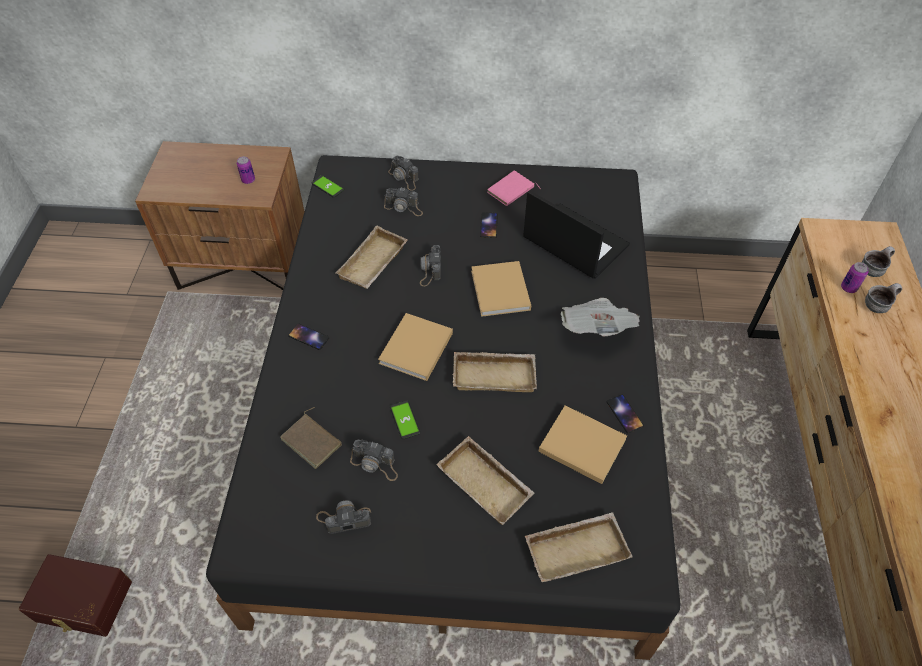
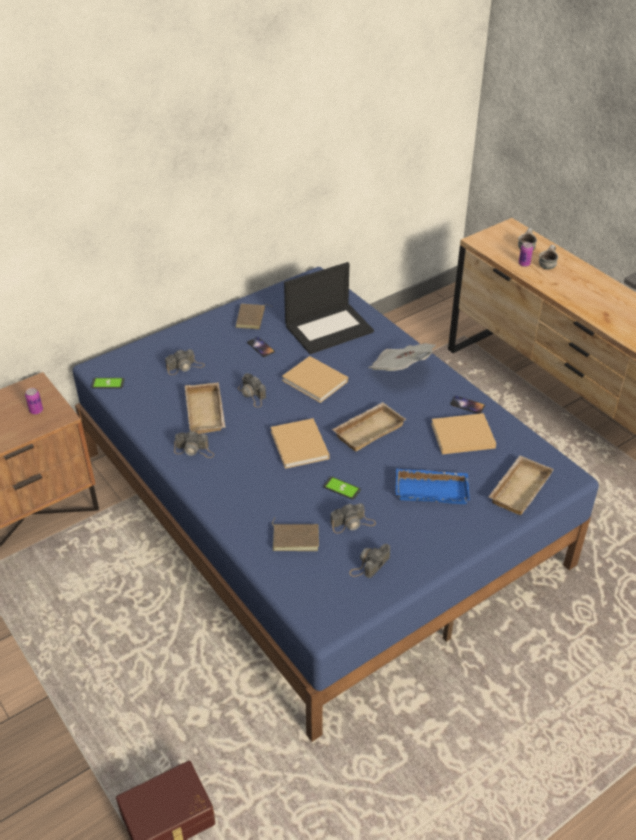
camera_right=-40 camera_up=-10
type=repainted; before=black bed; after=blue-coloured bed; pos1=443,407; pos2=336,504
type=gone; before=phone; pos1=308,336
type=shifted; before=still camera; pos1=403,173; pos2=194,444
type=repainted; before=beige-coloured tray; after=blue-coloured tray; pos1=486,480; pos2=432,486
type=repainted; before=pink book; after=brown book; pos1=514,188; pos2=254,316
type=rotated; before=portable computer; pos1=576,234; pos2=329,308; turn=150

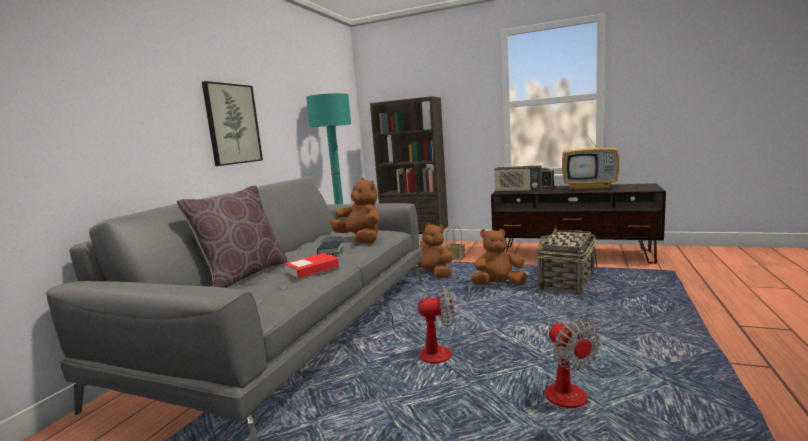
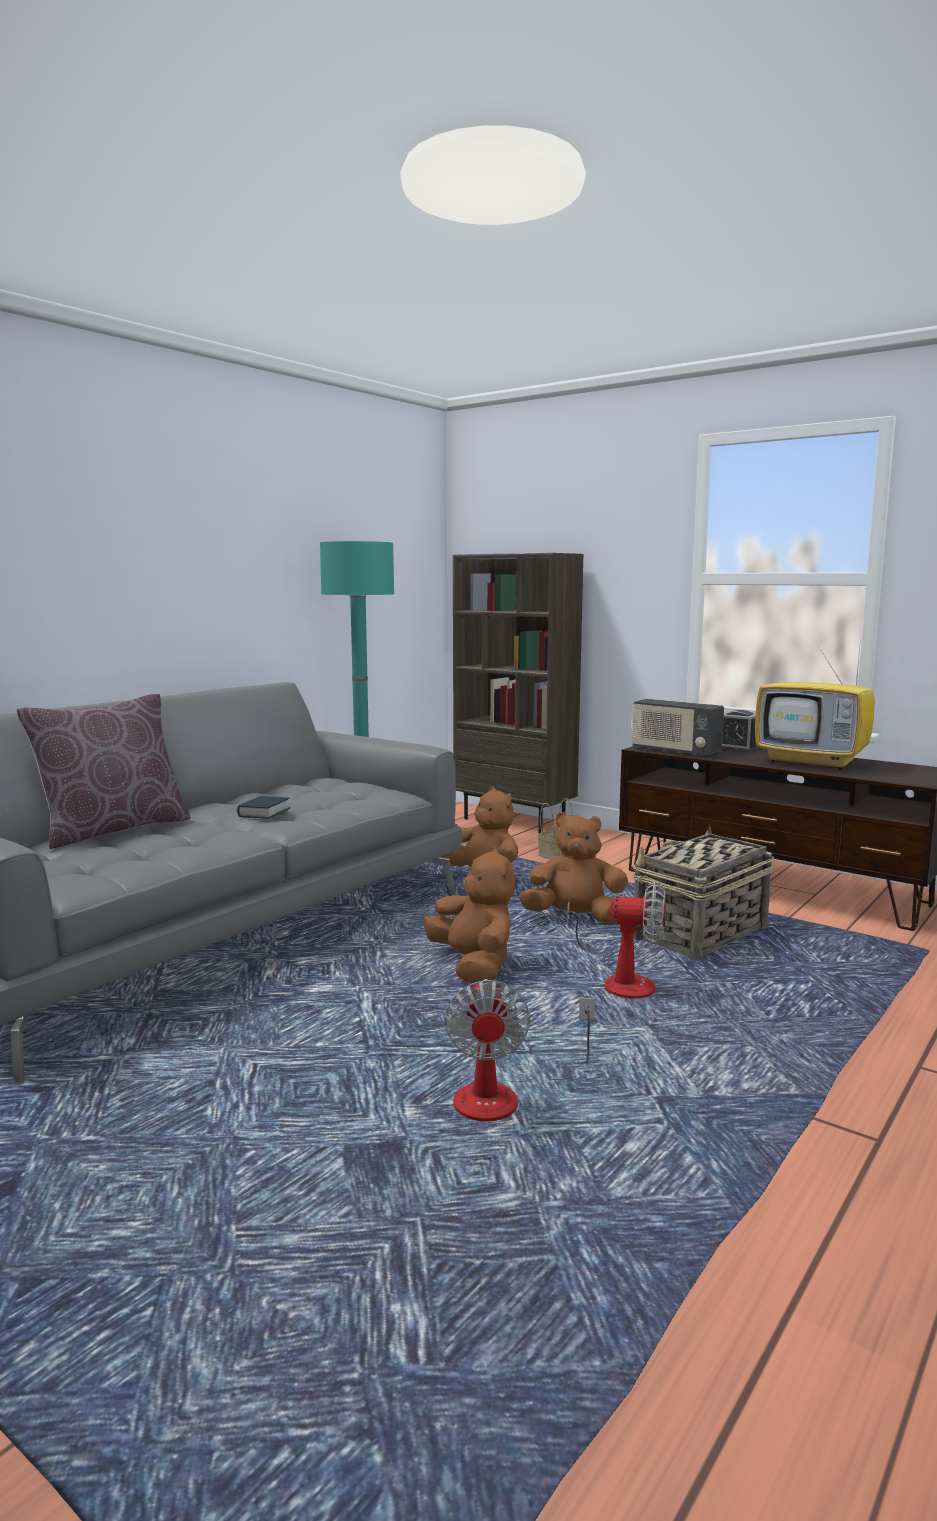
camera_right=15 camera_up=0
type=gone; before=picture; pos1=232,123
type=gone; before=book; pos1=311,266
type=shifted; before=brown plush toy; pos1=355,211; pos2=469,914
type=shifted; before=fan; pos1=419,324; pos2=616,940

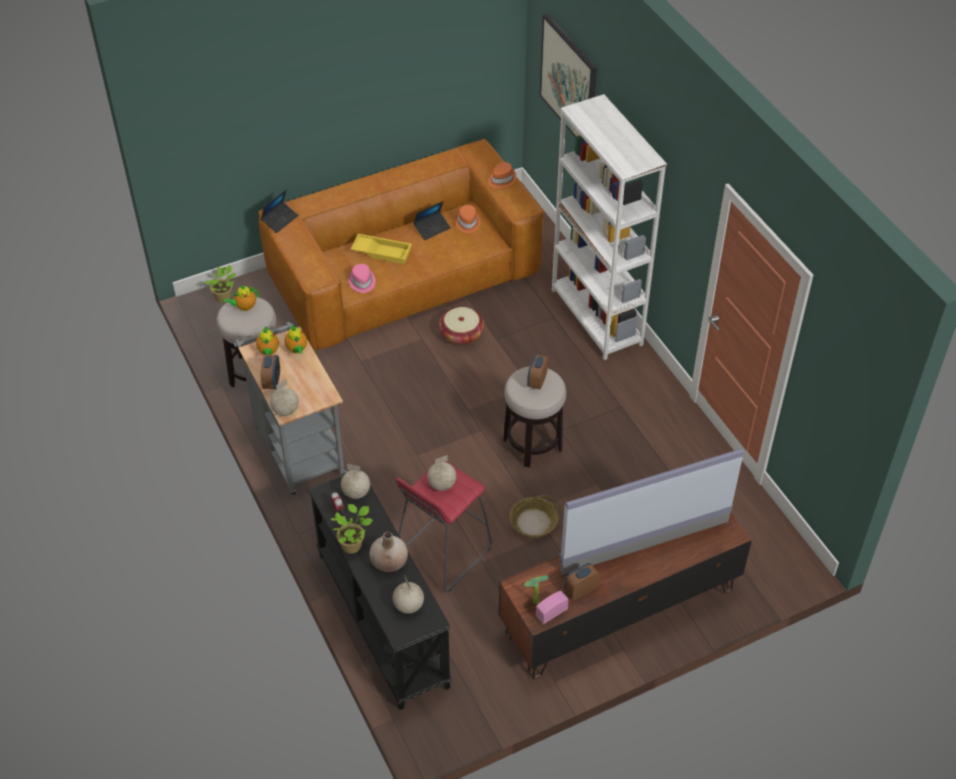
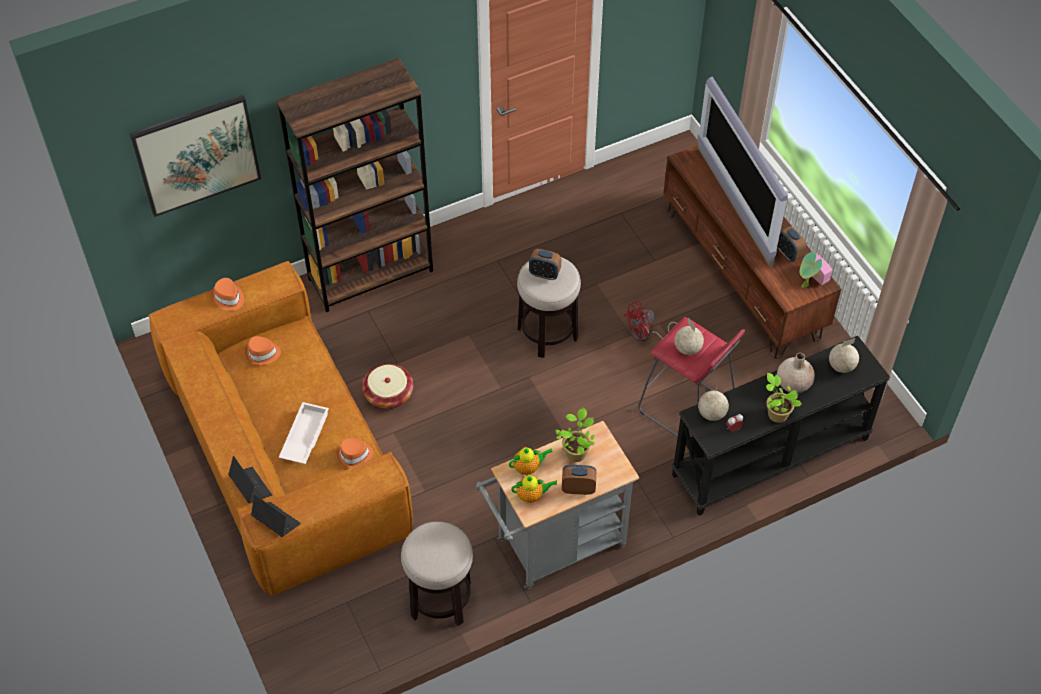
camera_right=-90 camera_up=5
type=shifted; before=plant in a pot; pos1=220,284; pos2=575,434
type=gone; before=teapot; pos1=241,298
type=gone; before=desk globe; pos1=284,397
type=repainted; before=pink hat; after=orange hat; pos1=361,278; pos2=355,453
type=repainted; before=yellowish tray; after=whitish tray; pos1=381,249; pos2=304,433
type=shifted; before=portable computer; pos1=432,220; pos2=250,479
type=swapped; before=storage basket; after=red fan; pos1=534,516; pos2=650,321
type=repainted; before=whitish bookcase; after=brown bookcase; pos1=609,227; pos2=354,185

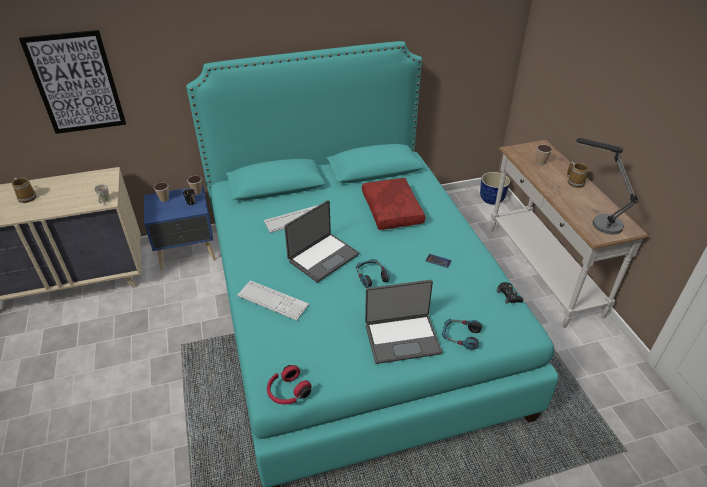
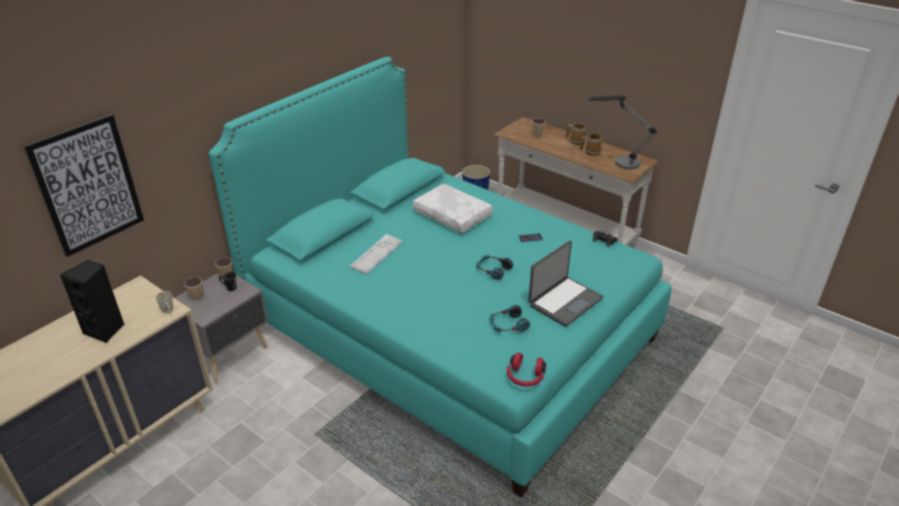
camera_right=-35 camera_up=-5
type=shifted; before=mug; pos1=24,190; pos2=591,144
type=repainted; before=blue-coloured night table; after=grey night table; pos1=180,228; pos2=221,328
type=gone; before=computer keyboard; pos1=273,300
type=gone; before=portable computer; pos1=321,241
type=repainted; before=red pillow; after=whitish pillow; pos1=394,204; pos2=452,208
type=shifted; before=headphones; pos1=462,334; pos2=509,318
type=new; after=black speaker; pos2=92,302

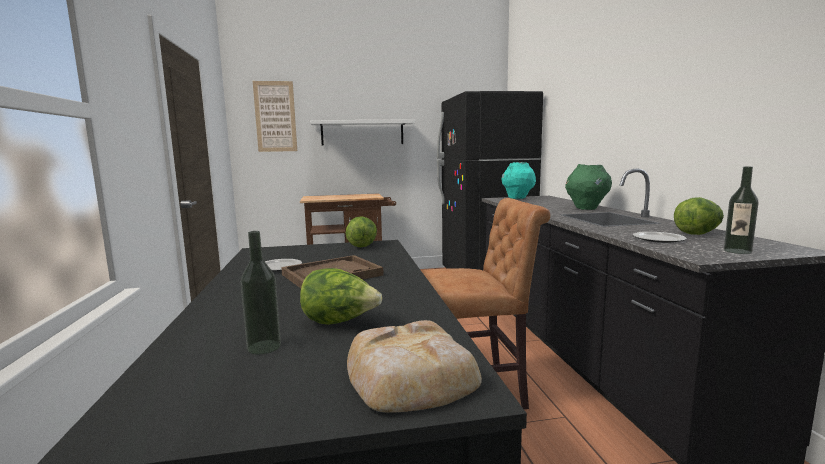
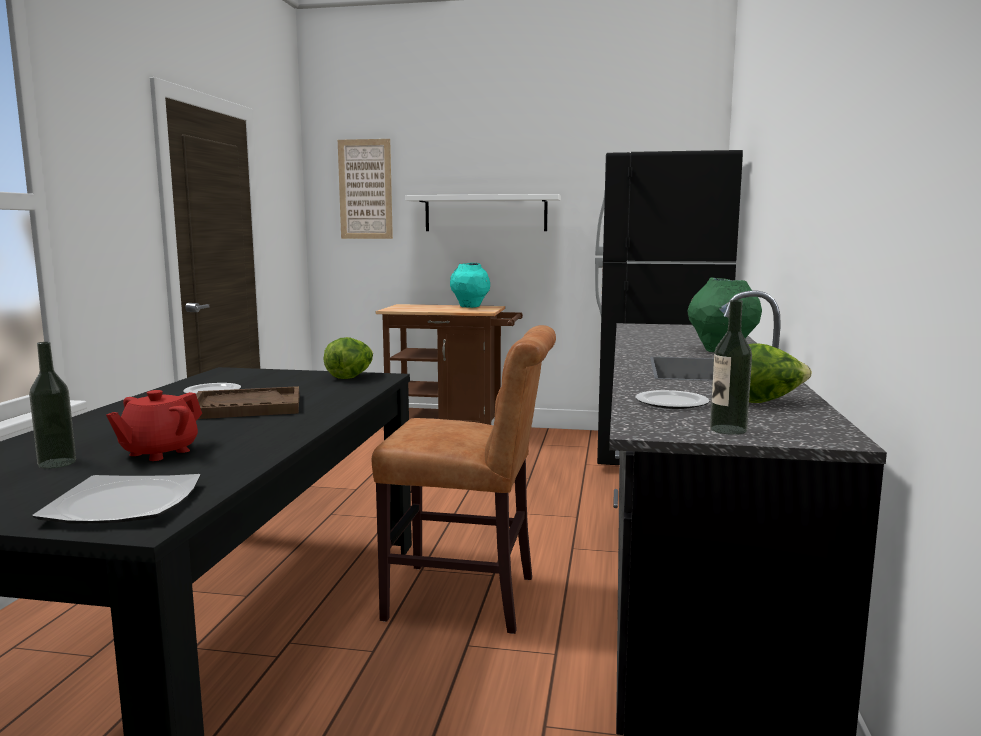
camera_right=20 camera_up=0
type=swapped; before=lettuce; after=red teapot; pos1=341,296; pos2=154,425
type=swapped; before=bakery bread; after=dinner plate; pos1=414,366; pos2=116,498
type=shifted; before=turquoise flower vase; pos1=518,180; pos2=470,285

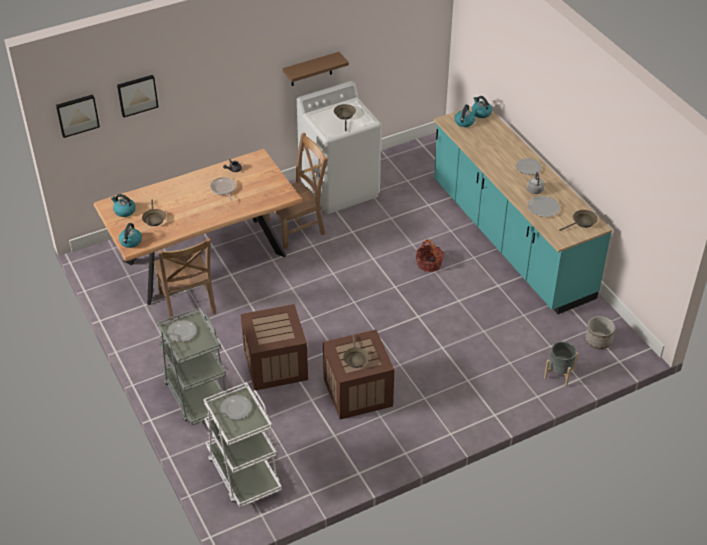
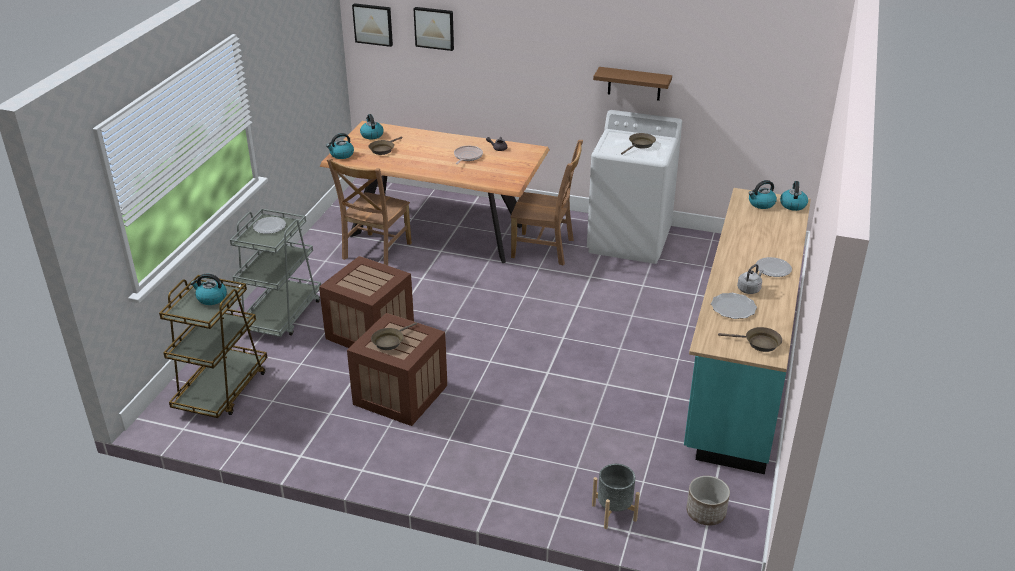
camera_right=45 camera_up=-10
type=repainted; before=whitish cart; after=brown cart; pos1=243,445; pos2=213,346
type=swapped; before=dinner plate; after=kettle; pos1=236,407; pos2=208,289
type=gone; before=storage basket; pos1=430,255

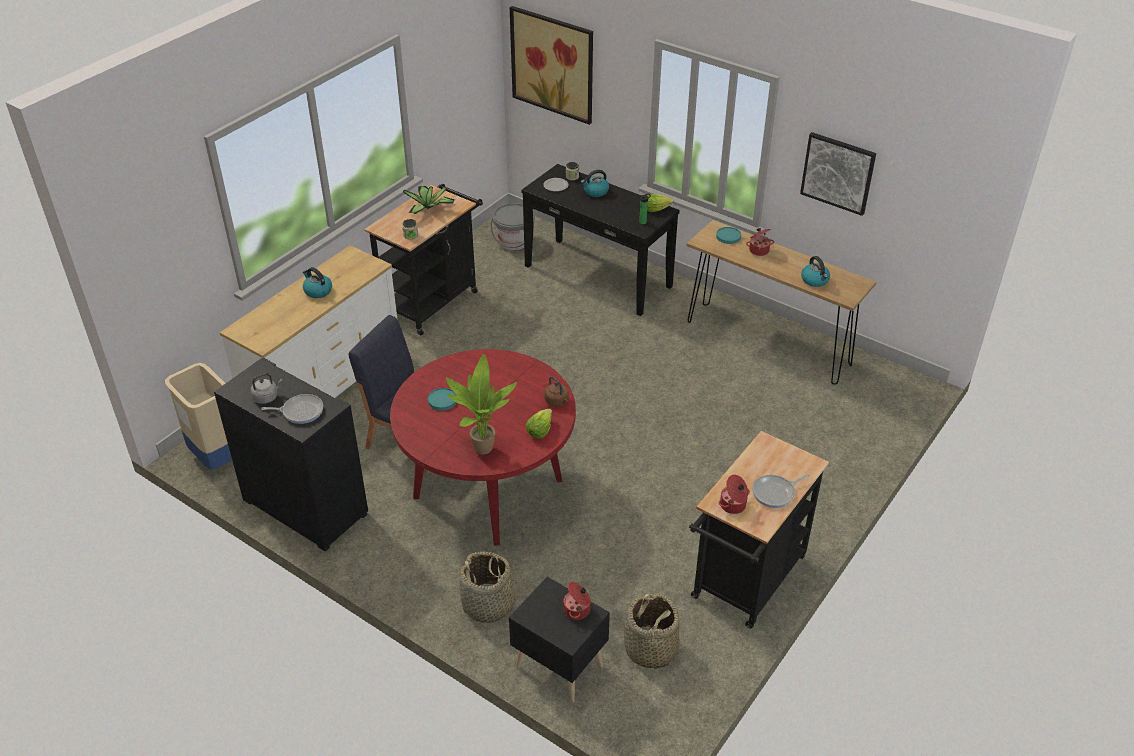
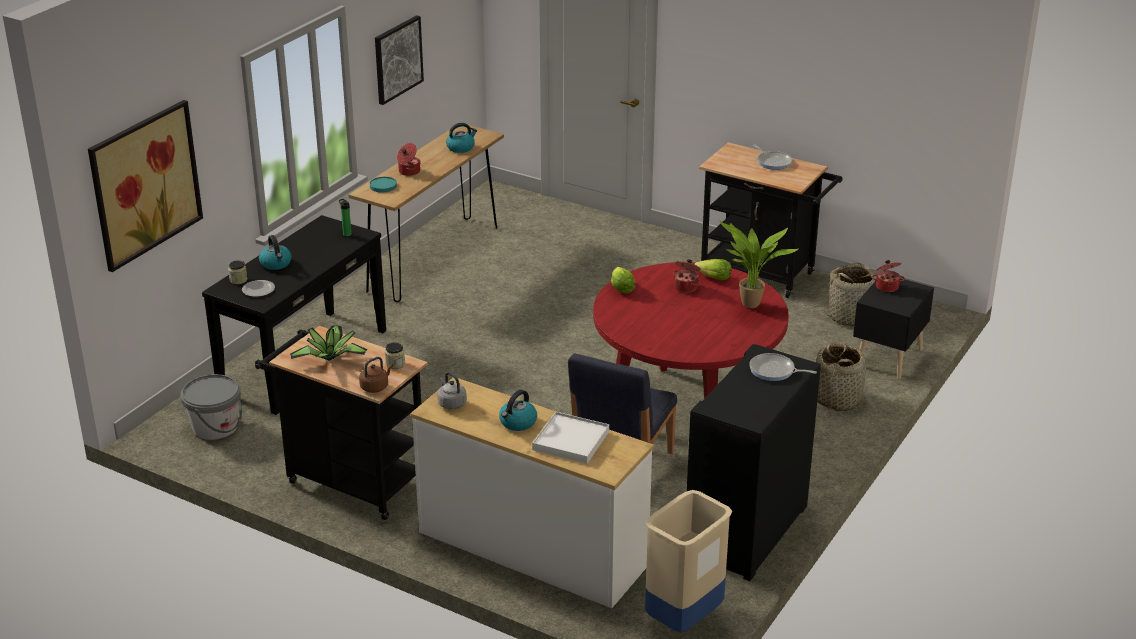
camera_right=-95 camera_up=-10
type=shifted; before=grey kettle; pos1=267,388; pos2=452,391
type=rotated; before=frying pan; pos1=292,409; pos2=783,367; turn=-60
type=gone; before=turquoise dinner plate; pos1=442,399
type=shifted; before=brown kettle; pos1=556,391; pos2=376,375
type=shifted; before=lettuce; pos1=660,203; pos2=623,280
type=shifted; before=saucepot; pos1=734,494; pos2=687,276
type=new; after=whitish tray; pos2=570,438

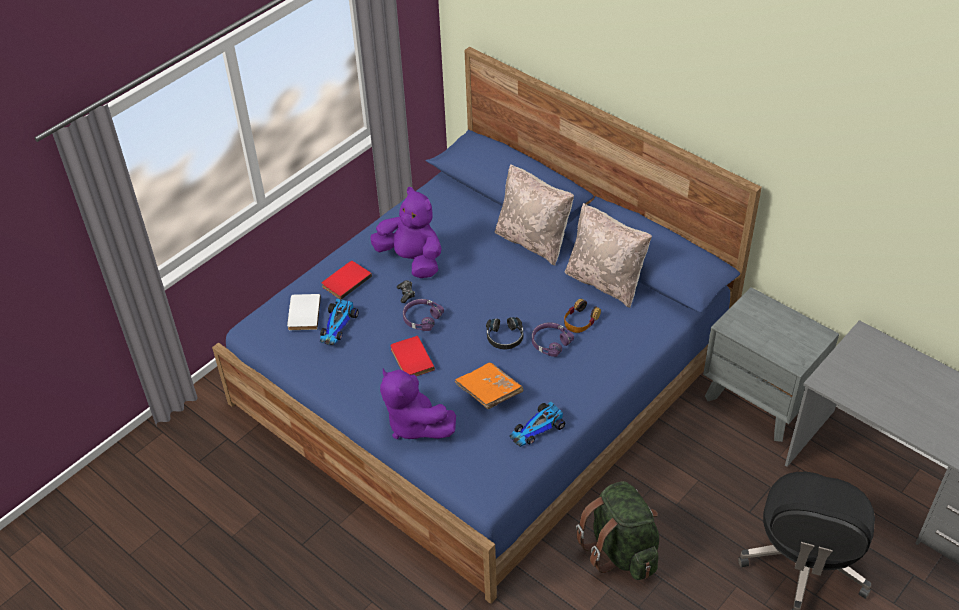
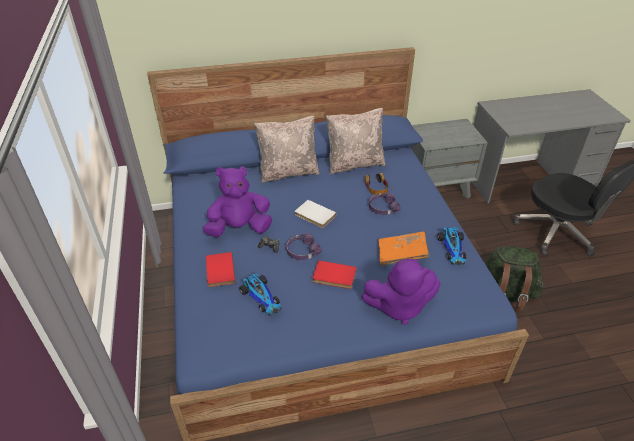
camera_right=-55 camera_up=-5
type=shifted; before=whitish book; pos1=304,312; pos2=316,214
type=gone; before=black headphones; pos1=504,333

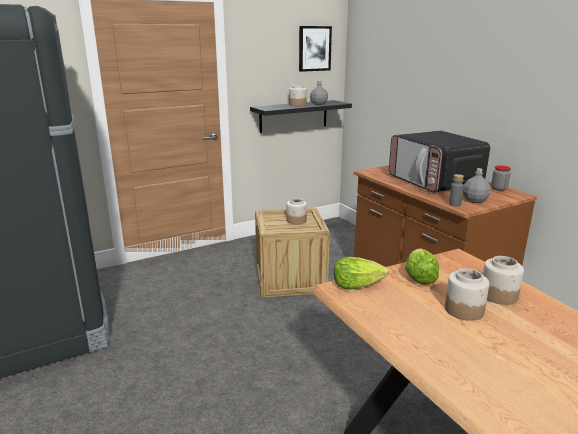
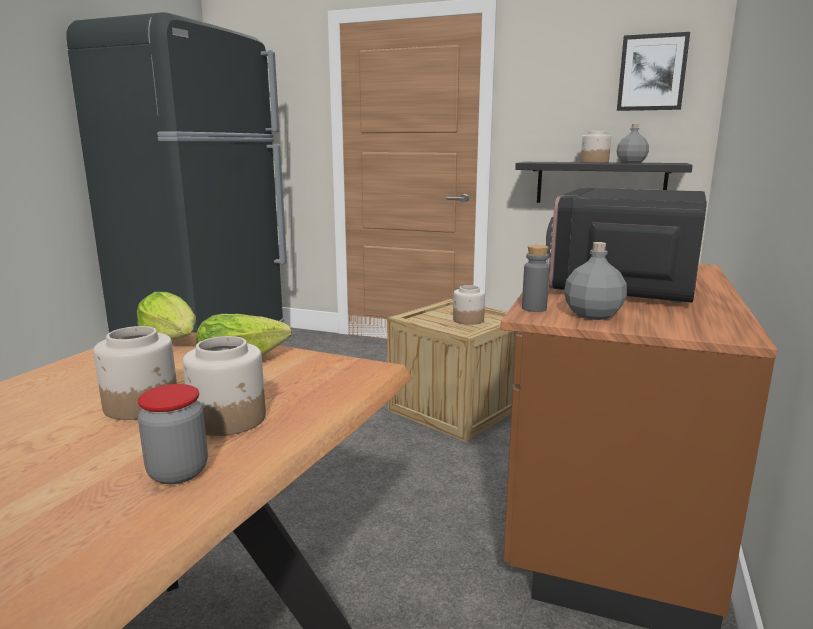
camera_right=50 camera_up=-5
type=shifted; before=preserve jar; pos1=501,178; pos2=173,434

